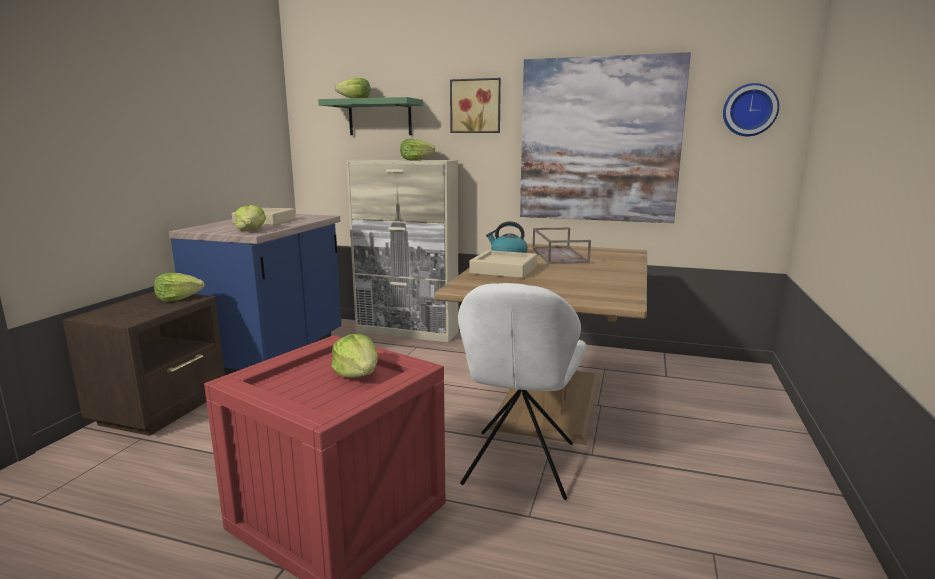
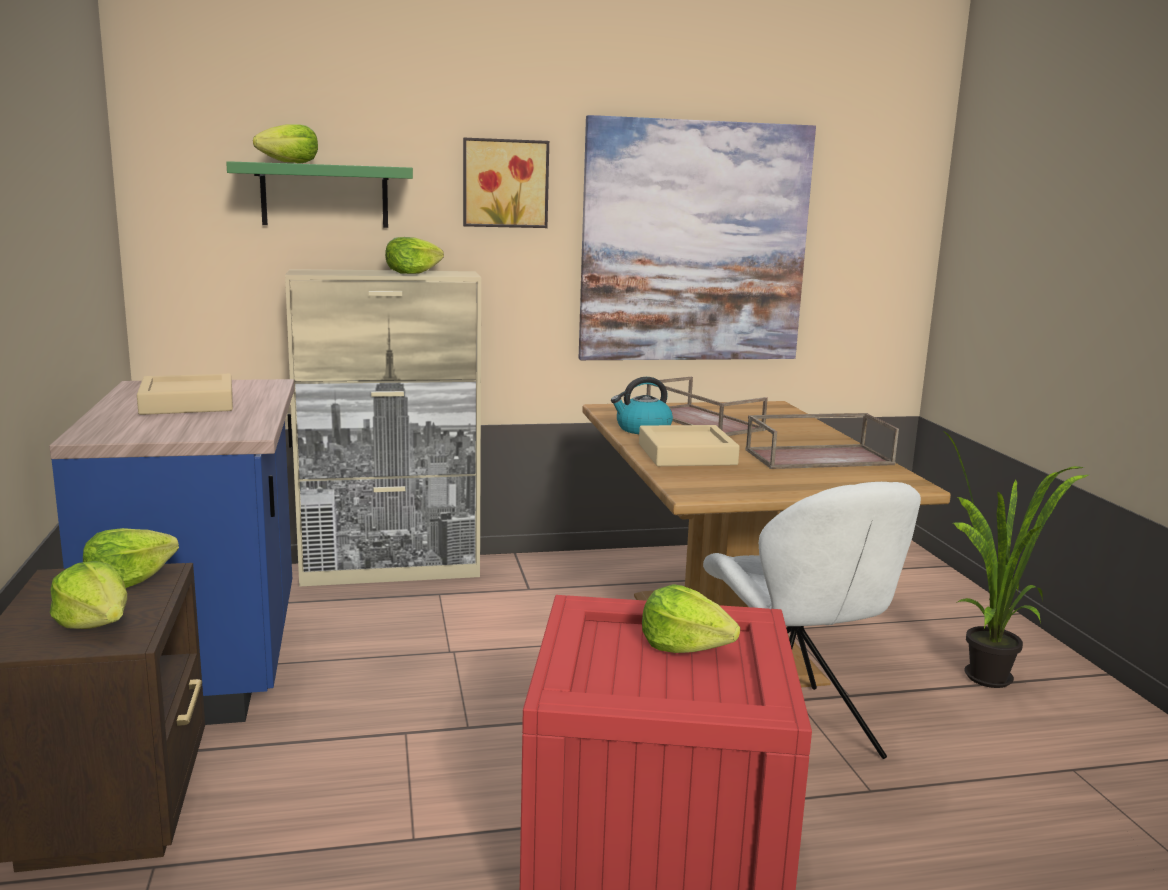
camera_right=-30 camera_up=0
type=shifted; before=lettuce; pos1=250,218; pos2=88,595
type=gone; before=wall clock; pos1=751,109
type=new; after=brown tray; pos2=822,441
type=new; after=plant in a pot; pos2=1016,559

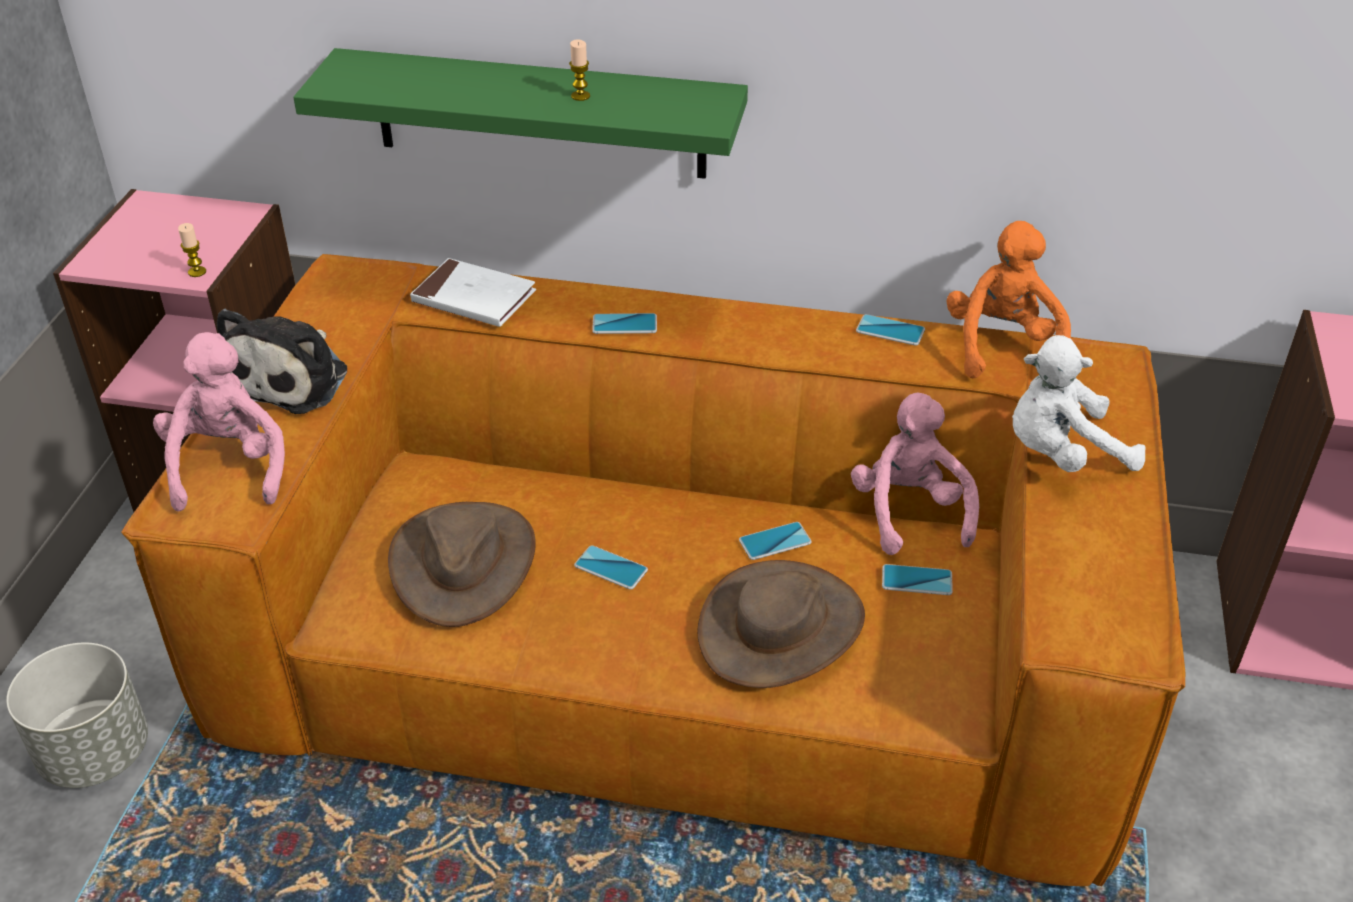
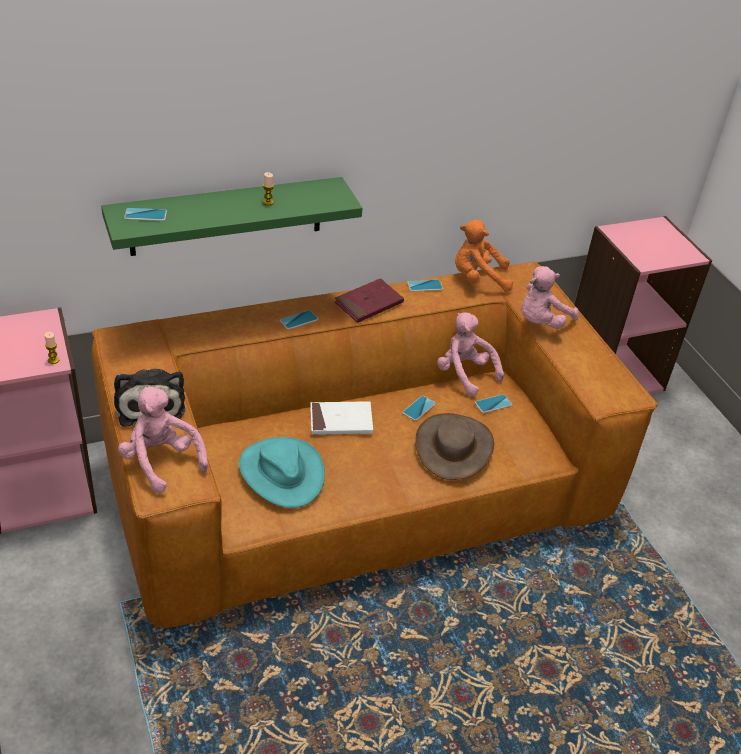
camera_right=-35 camera_up=0
type=gone; before=grey plant pot; pos1=77,715
type=repainted; before=brown hat; after=turquoise hat; pos1=462,564; pos2=282,472
type=shifted; before=whitish book; pos1=473,292; pos2=341,418
type=shifted; before=phone; pos1=611,567; pos2=145,214
type=rotated; before=orange plush toy; pos1=1009,300; pos2=484,255; turn=-60
type=repainted; before=whitish plush toy; after=pink plush toy; pos1=1079,403; pos2=550,297
type=new; after=red book; pos2=369,300

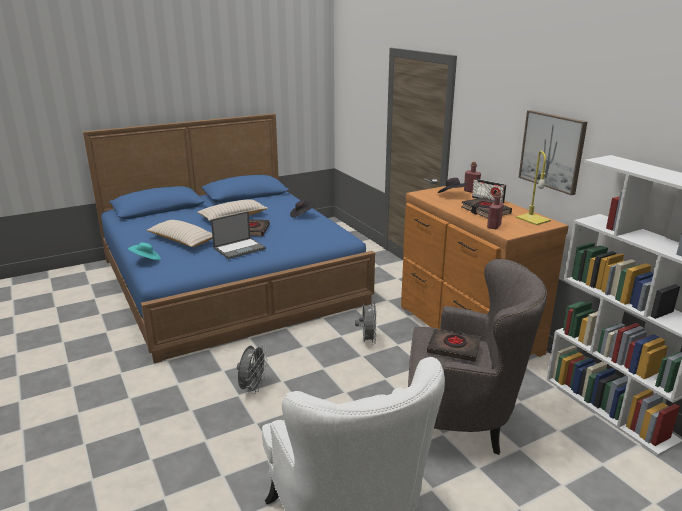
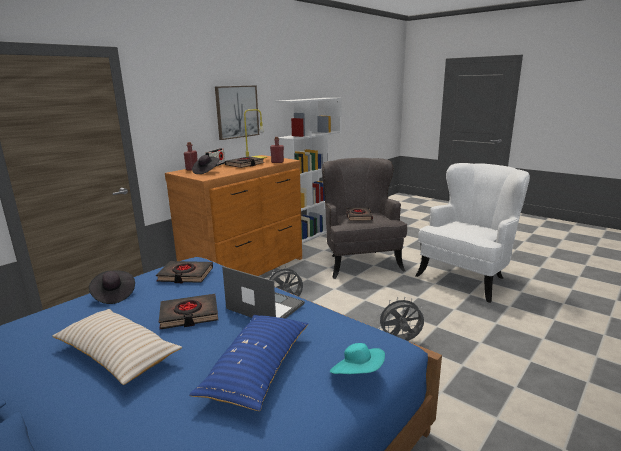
camera_right=-110 camera_up=-5
type=repainted; before=beige-coloured pillow; after=blue-coloured pillow; pos1=179,233; pos2=248,363
type=new; after=black book; pos2=184,272

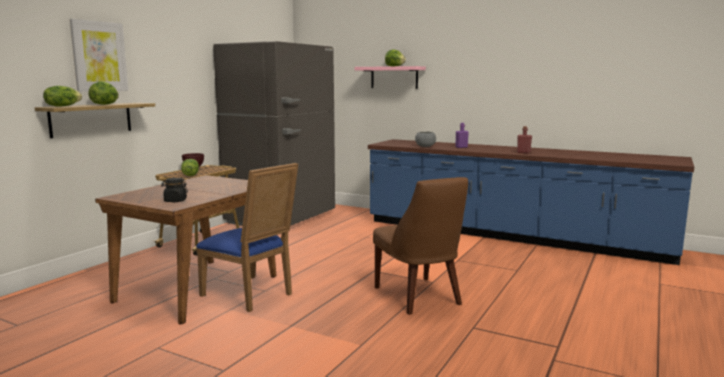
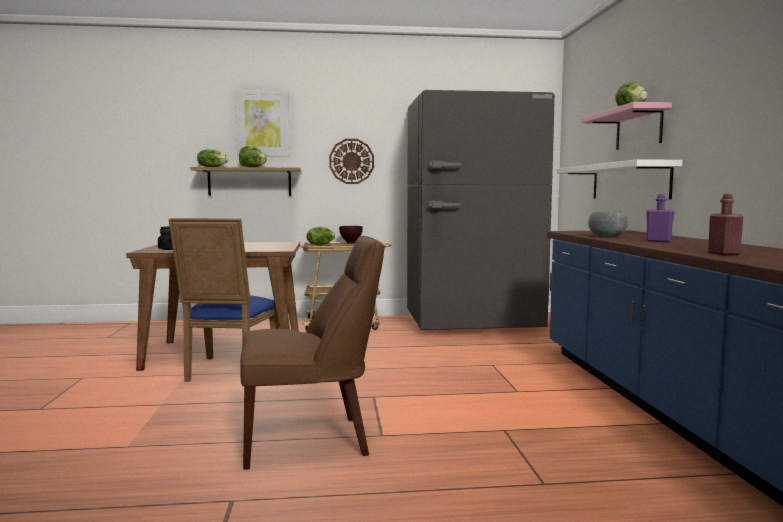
camera_right=55 camera_up=-5
type=rotated; before=brown plain chair; pos1=420,246; pos2=312,353; turn=-135
type=new; after=wall clock; pos2=351,161
type=new; after=whitish bracket shelf; pos2=619,179

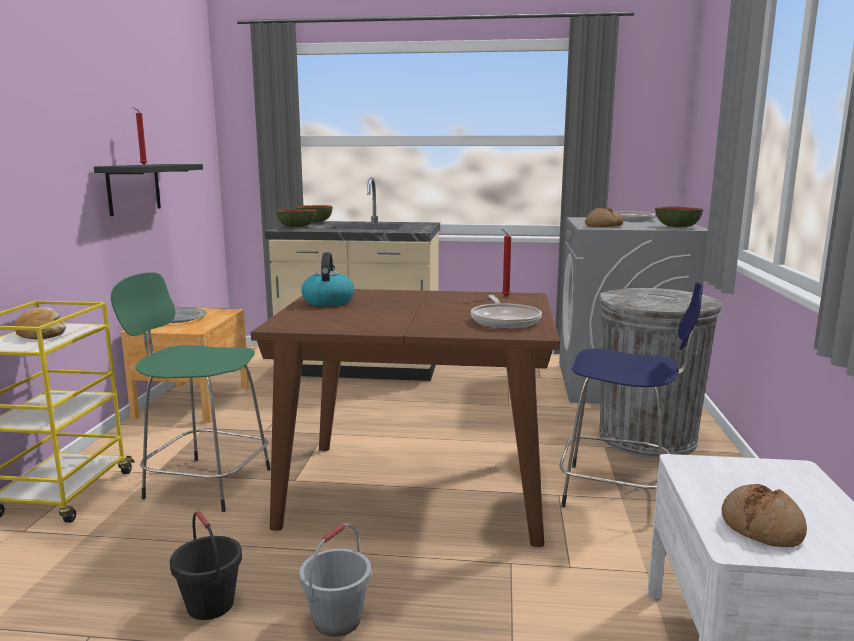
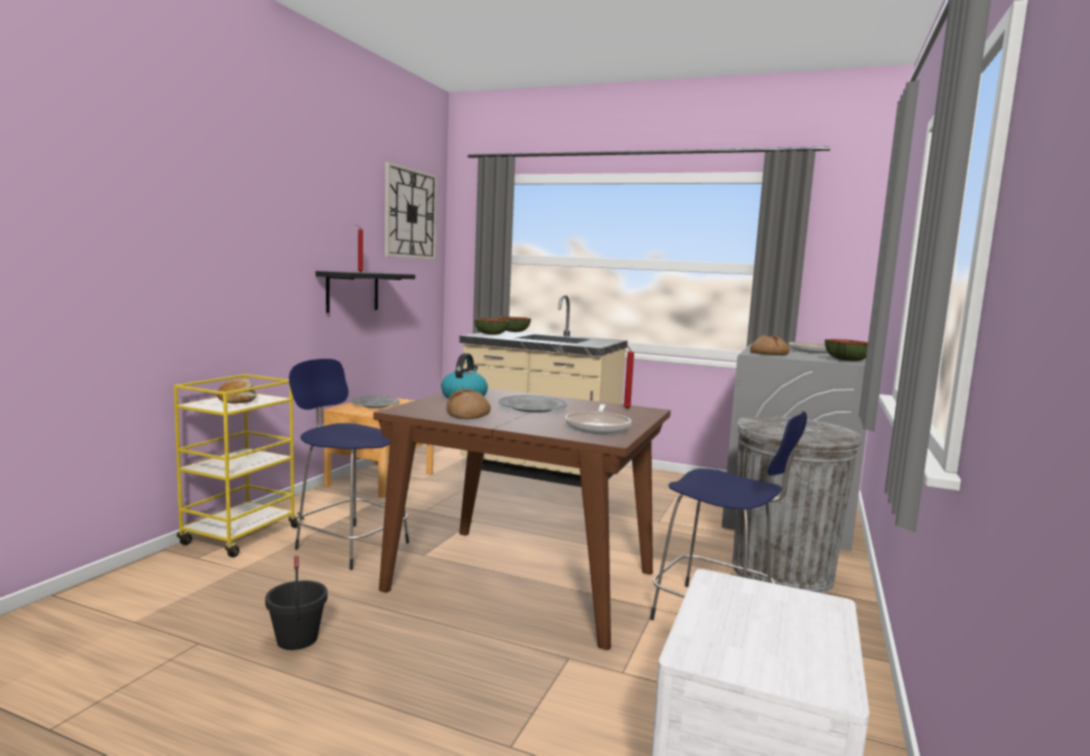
camera_right=15 camera_up=-5
type=repainted; before=green stool seat; after=blue-coloured stool seat; pos1=191,392; pos2=349,464
type=gone; before=grey pail; pos1=335,580
type=shifted; before=bakery bread; pos1=764,515; pos2=468,404
type=new; after=wall clock; pos2=410,211
type=new; after=grey dinner plate; pos2=533,404

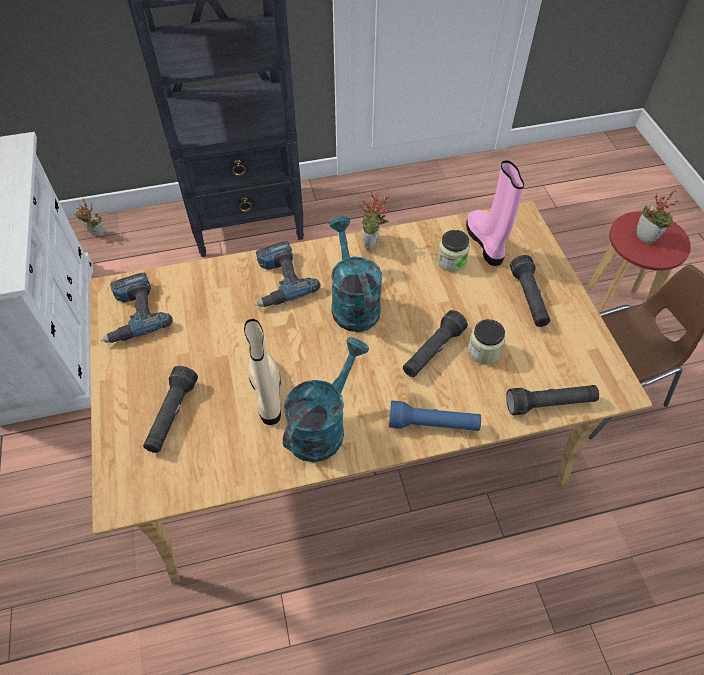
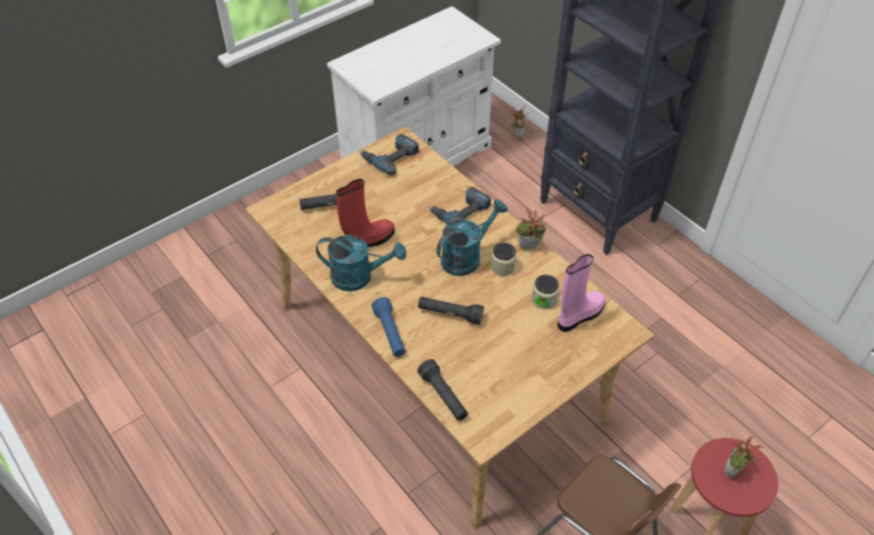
camera_right=65 camera_up=-5
type=repainted; before=beige-coloured boot; after=red boot; pos1=262,372; pos2=365,213
type=shifted; before=preserve jar; pos1=486,342; pos2=503,259
type=gone; before=black flashlight; pos1=530,291

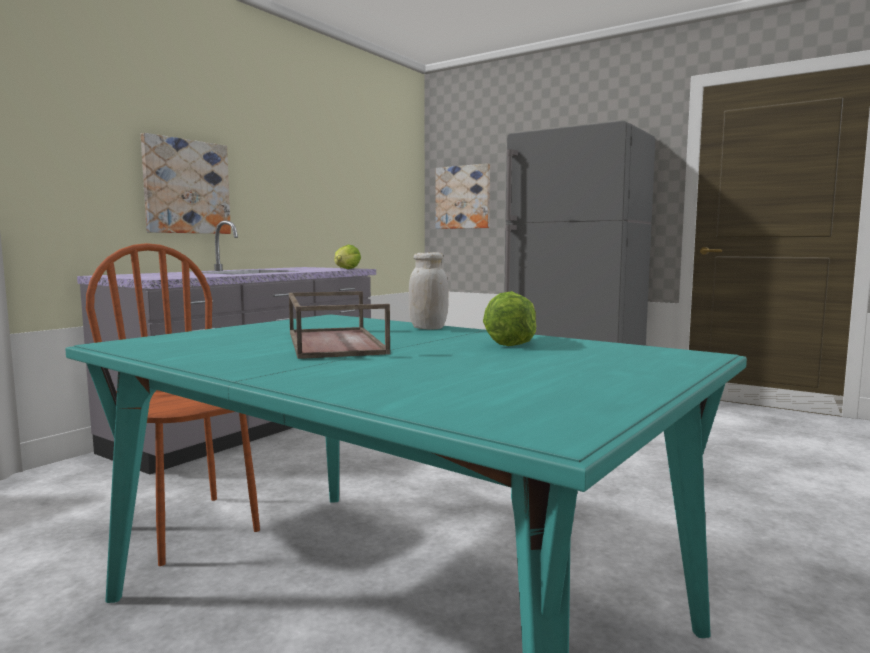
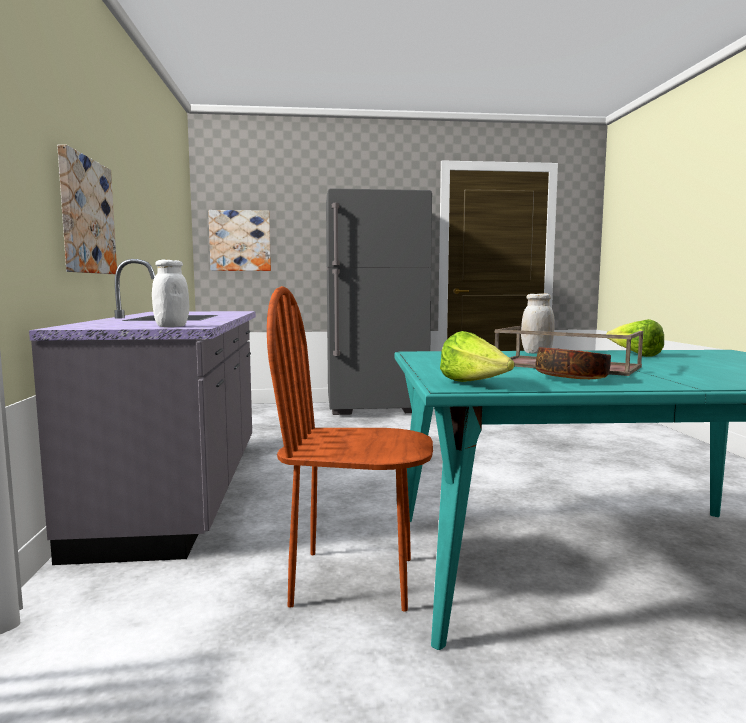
camera_right=-40 camera_up=0
type=shifted; before=lettuce; pos1=347,256; pos2=477,356
type=new; after=whitish preserve jar; pos2=170,293
type=new; after=bowl; pos2=573,363

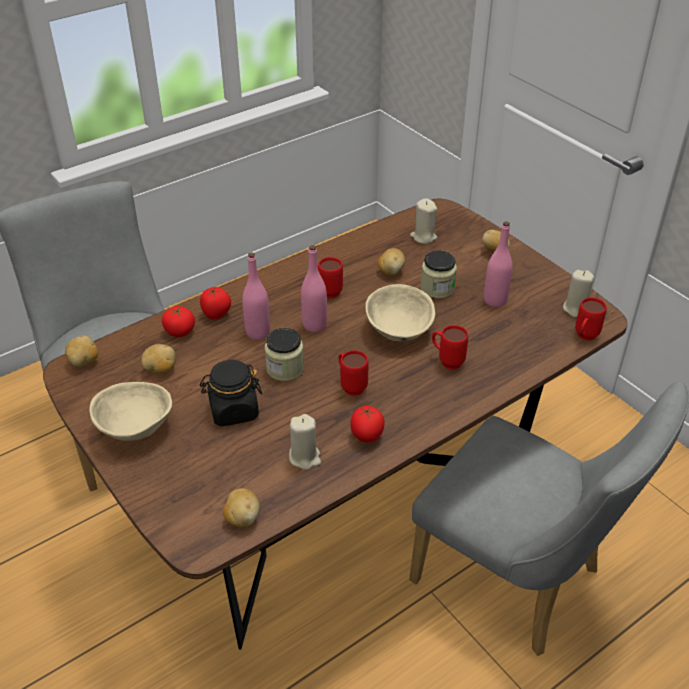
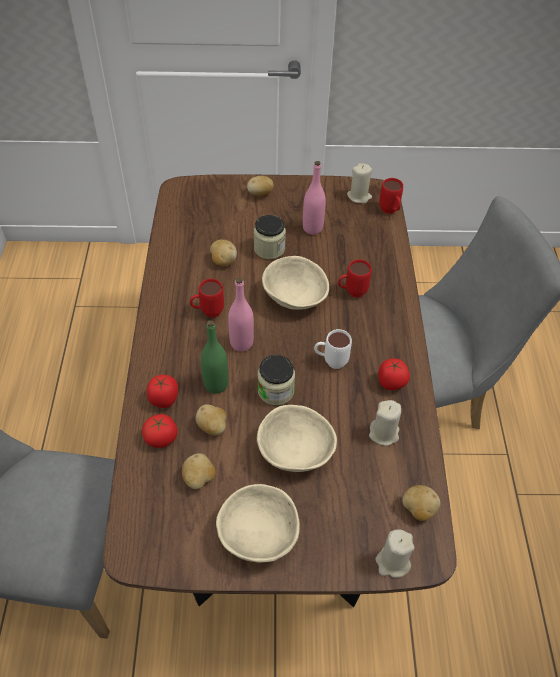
camera_right=-55 camera_up=10
type=shifted; before=whole potato; pos1=81,351; pos2=211,420
type=swapped; before=black preserve jar; after=beige-coloured bowl; pos1=231,393; pos2=297,438
type=repainted; before=pink drink bottle; after=green drink bottle; pos1=256,296; pos2=214,357
type=repainted; before=red mug; after=whitish mug; pos1=354,373; pos2=333,349
type=shifted; before=beige-coloured wax candle; pos1=423,221; pos2=395,553

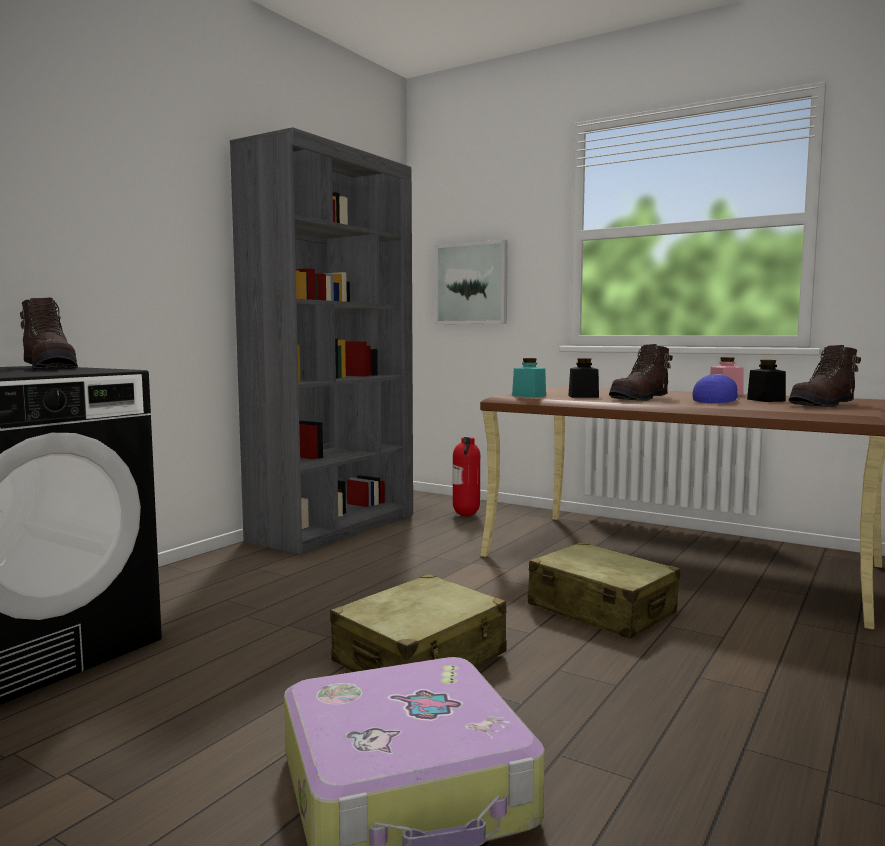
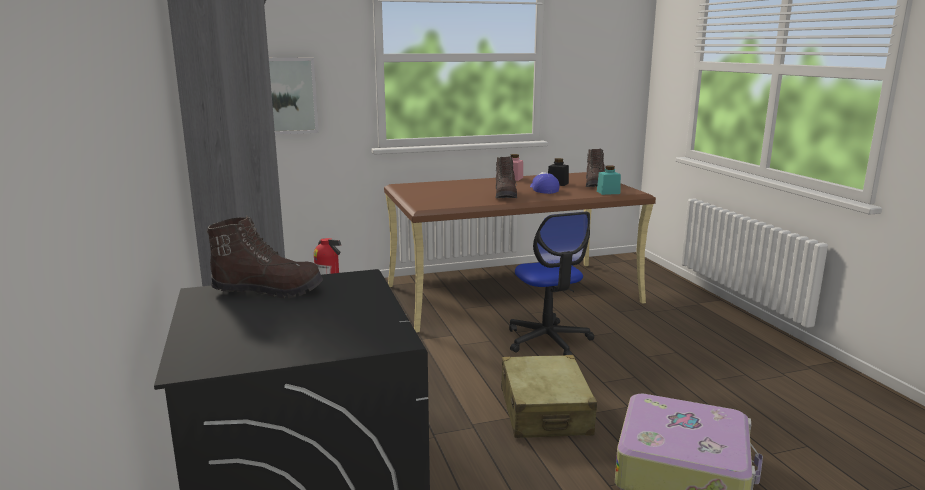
camera_right=-50 camera_up=10
type=shifted; before=turquoise preserve jar; pos1=529,377; pos2=609,180
type=swapped; before=beige-coloured travel case; after=computer chair; pos1=603,590; pos2=551,283
type=gone; before=black preserve jar; pos1=583,378

